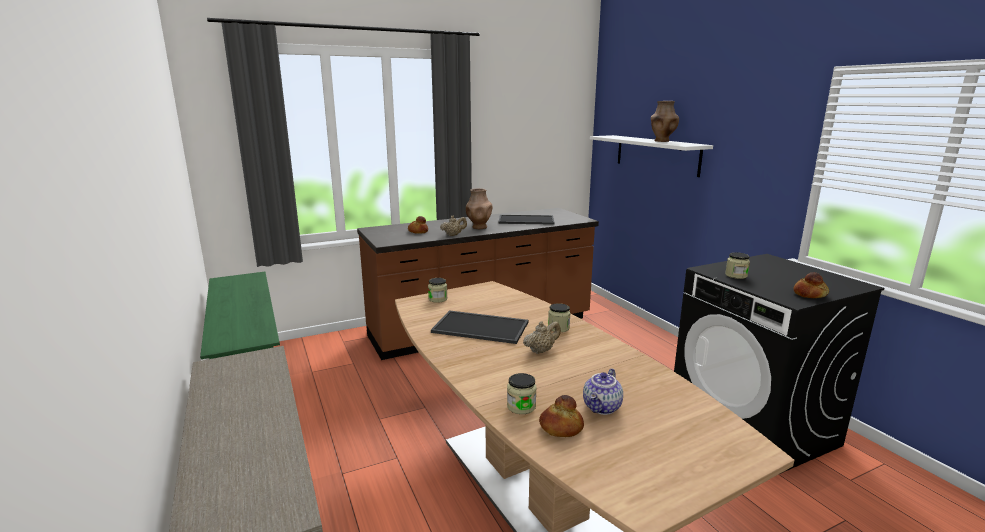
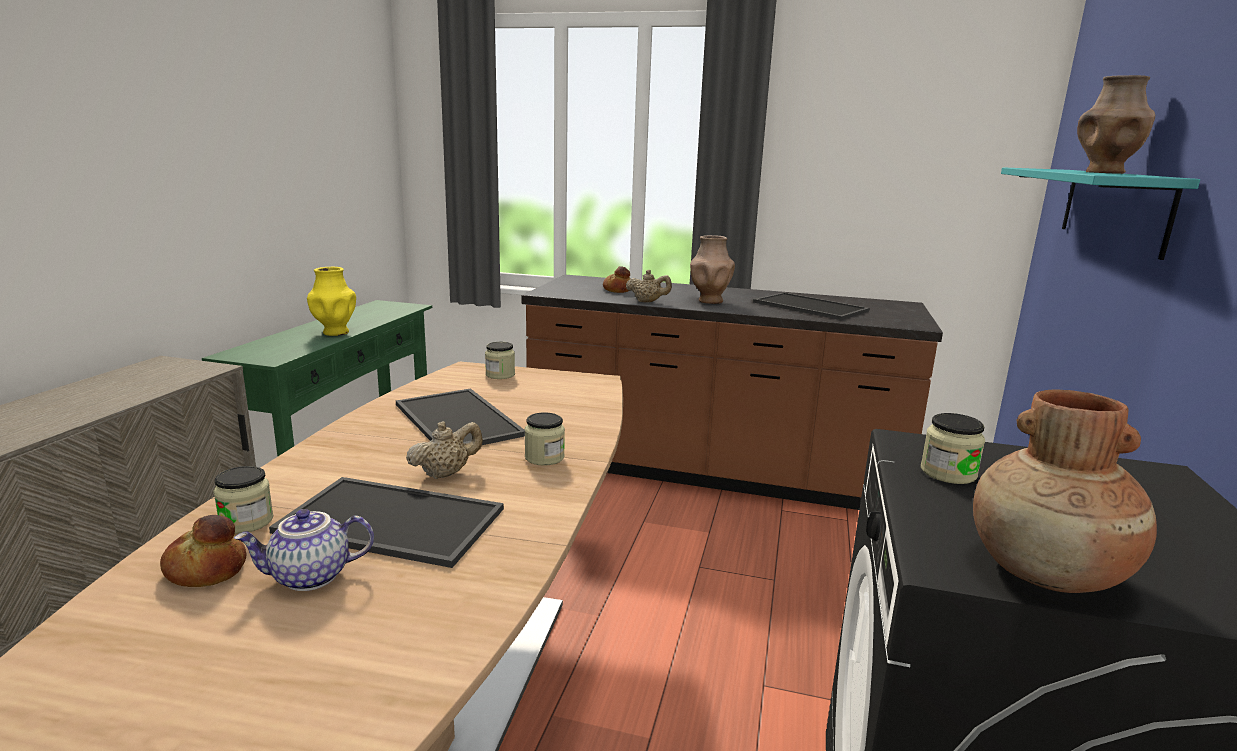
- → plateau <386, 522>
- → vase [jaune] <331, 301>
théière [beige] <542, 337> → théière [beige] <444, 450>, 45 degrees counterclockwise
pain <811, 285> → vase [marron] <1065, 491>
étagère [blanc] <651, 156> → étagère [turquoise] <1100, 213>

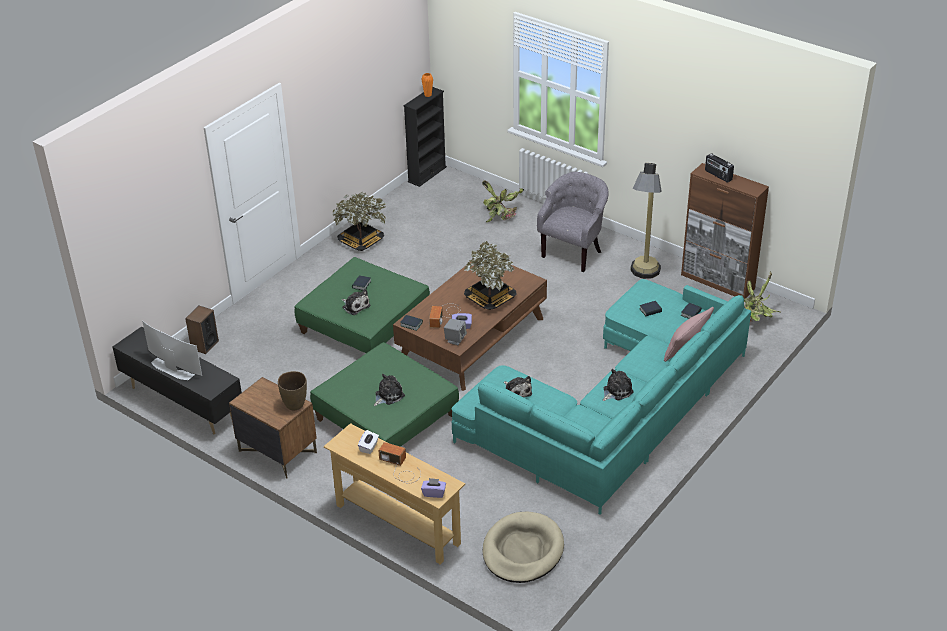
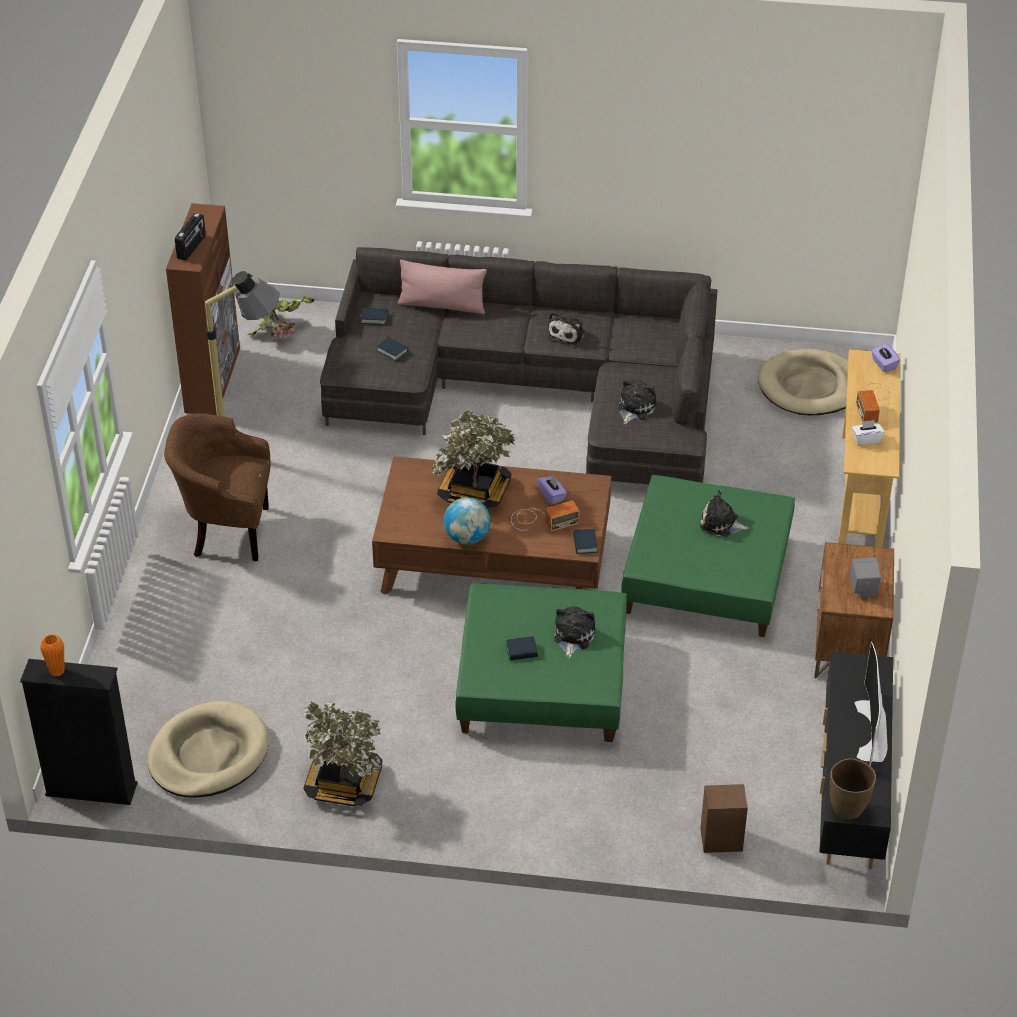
- → panier pour chien [beige] <208, 749>
fauteuil [gris] <573, 222> → fauteuil [marron] <217, 487>
canapé [turquoise] <601, 397> → canapé [gris] <518, 365>
- → globe <467, 520>
peluche <618, 385> → peluche <566, 328>, 90 degrees counterclockwise
vase [marron] <292, 390> → vase [marron] <853, 789>, move
enceinte [gris] <455, 332> → enceinte [gris] <865, 578>, move
plante en pot <503, 201> → -

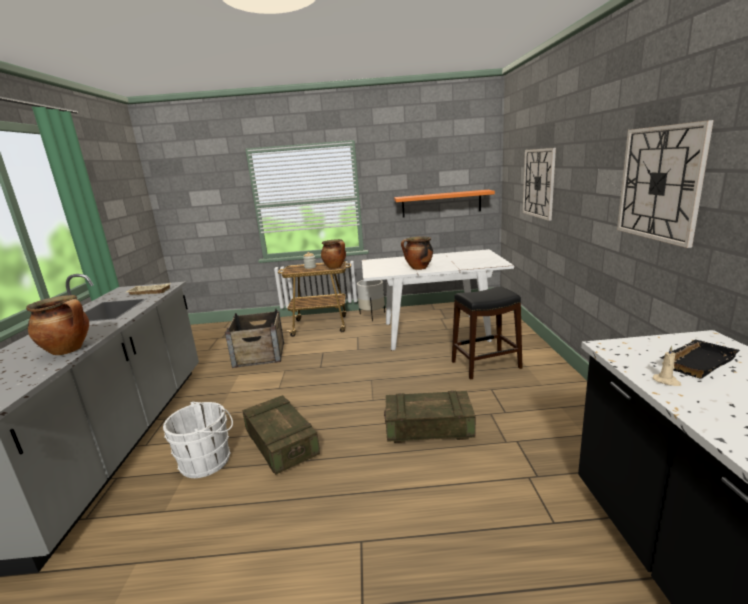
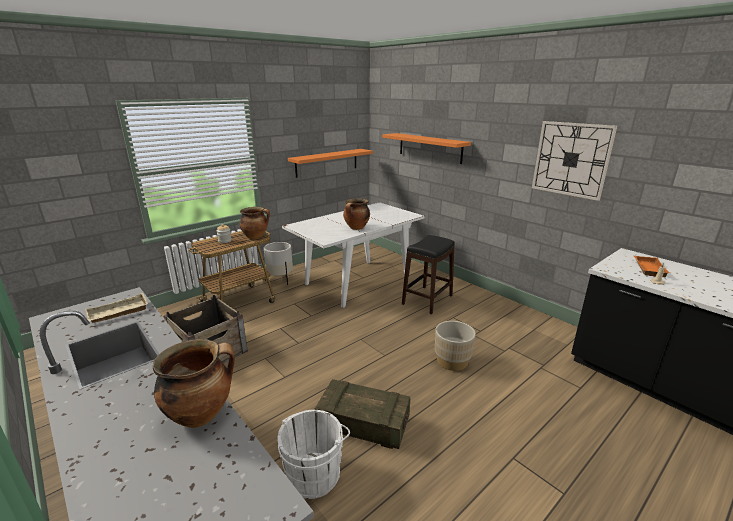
horloge murale <539, 184> → étagère [orange] <426, 148>
caisse <430, 417> → cache-pot [beige] <455, 346>
plateau [noir] <700, 359> → plateau [orange] <652, 266>

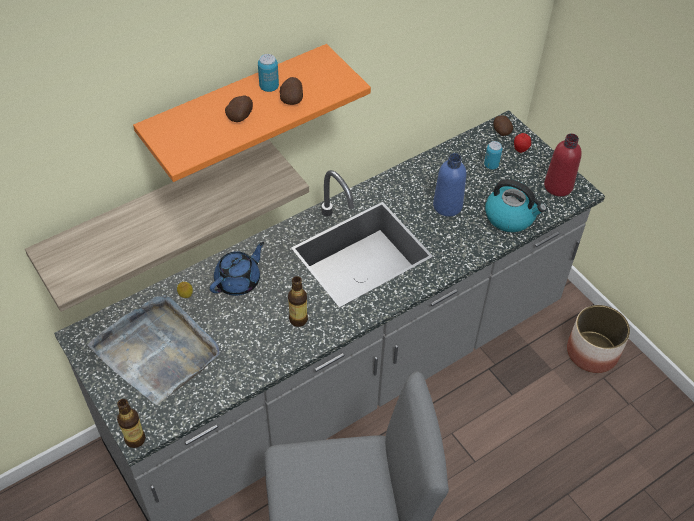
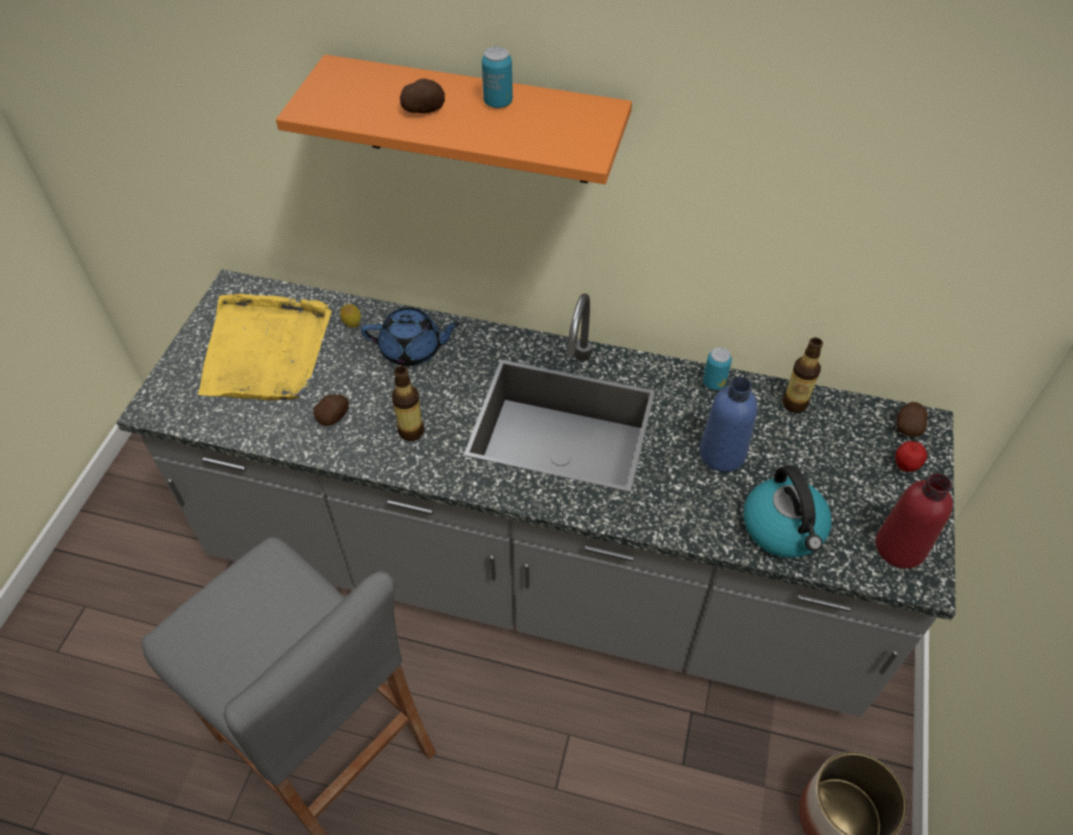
plateau [gris] <153, 350> → plateau [jaune] <265, 347>
pomme de terre <291, 91> → pomme de terre <331, 410>, move
boîte métallique <493, 155> → boîte métallique <717, 368>, move
bouteille <131, 423> → bouteille <802, 375>, move
étagère <167, 226> → -

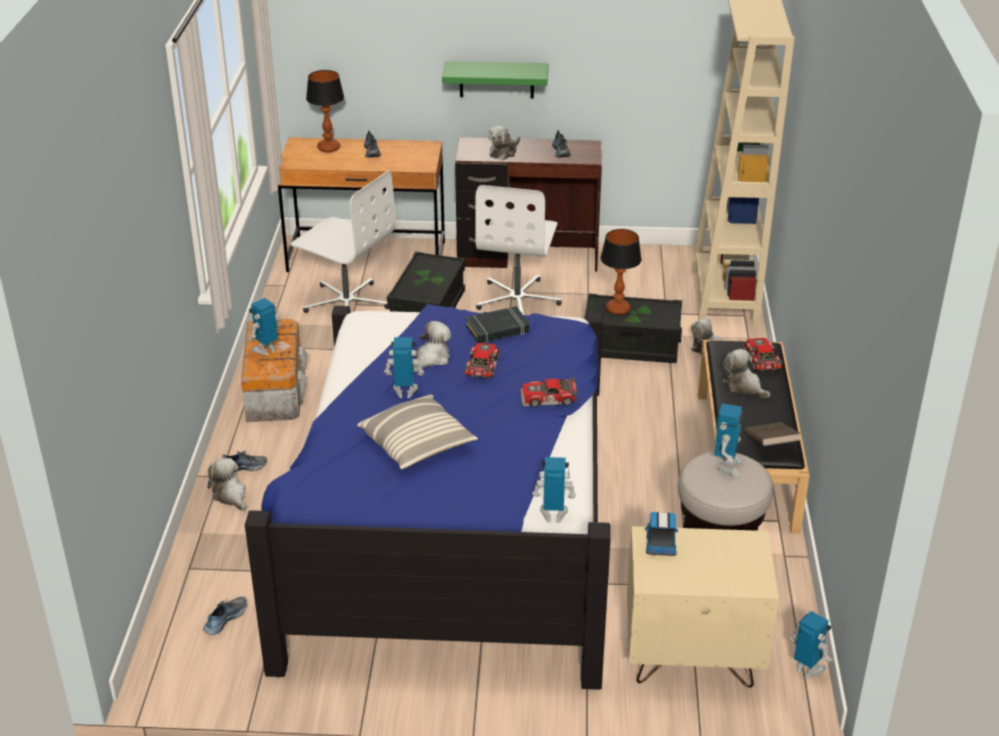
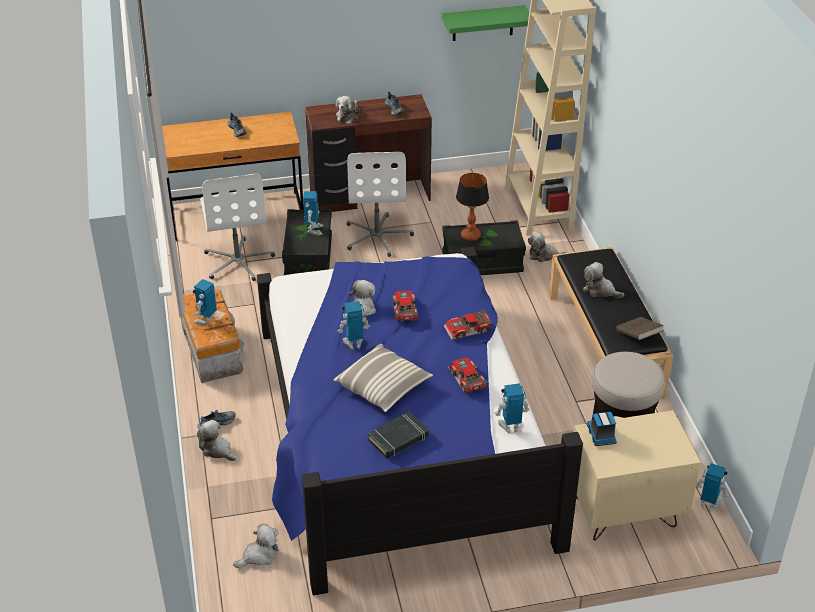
chaise de bureau [blanc] <343, 241> → chaise de bureau [blanc] <237, 227>, 60 degrees clockwise
chaussure <224, 616> → peluche <256, 545>
robot jouet <729, 440> → robot jouet <313, 213>, move
livre [noir] <498, 324> → livre [noir] <398, 435>, move
étagère [vert] <495, 79> → étagère [vert] <485, 23>, move
petite voiture <763, 355> → petite voiture <468, 375>, move
lampe de table <325, 111> → -

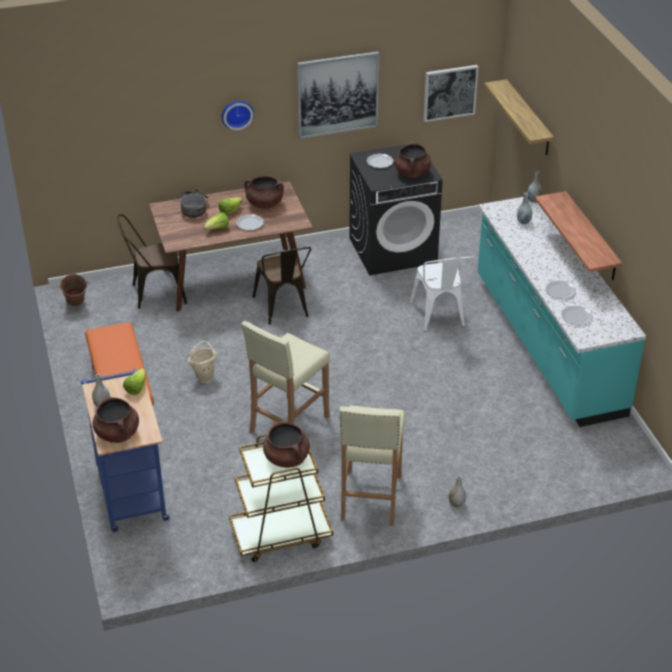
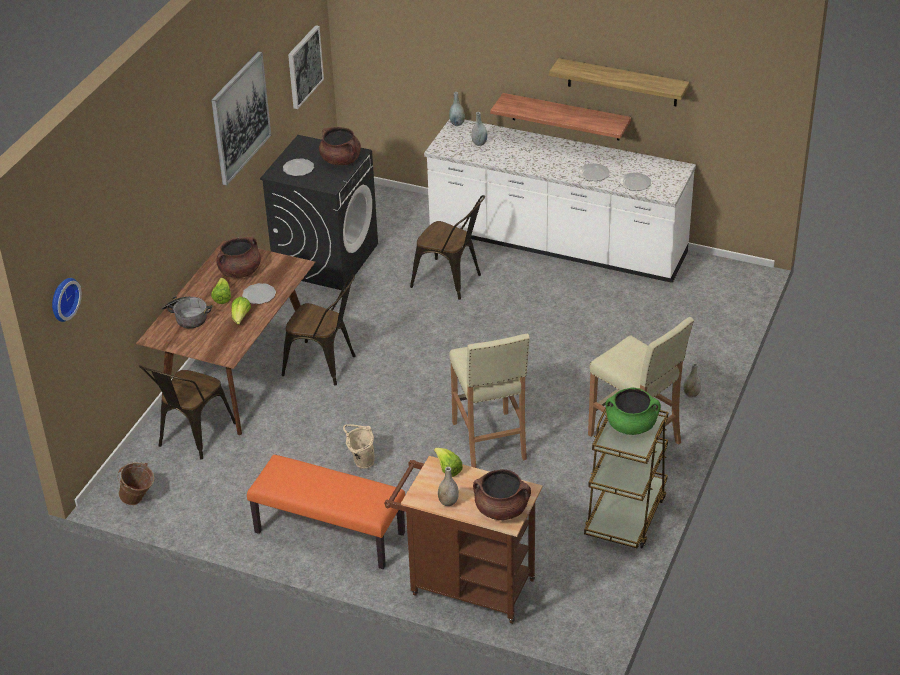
horloge murale <238, 115> → horloge murale <67, 300>, move
chariot [bleu] <125, 450> → chariot [marron] <463, 540>
chaise [blanc] <441, 294> → chaise [marron] <447, 247>
comptoir de cuisine [turquoise] <562, 312> → comptoir de cuisine [blanc] <560, 201>
étagère <519, 117> → étagère <619, 82>, move
marmite [marron] <286, 444> → marmite [vert] <633, 411>

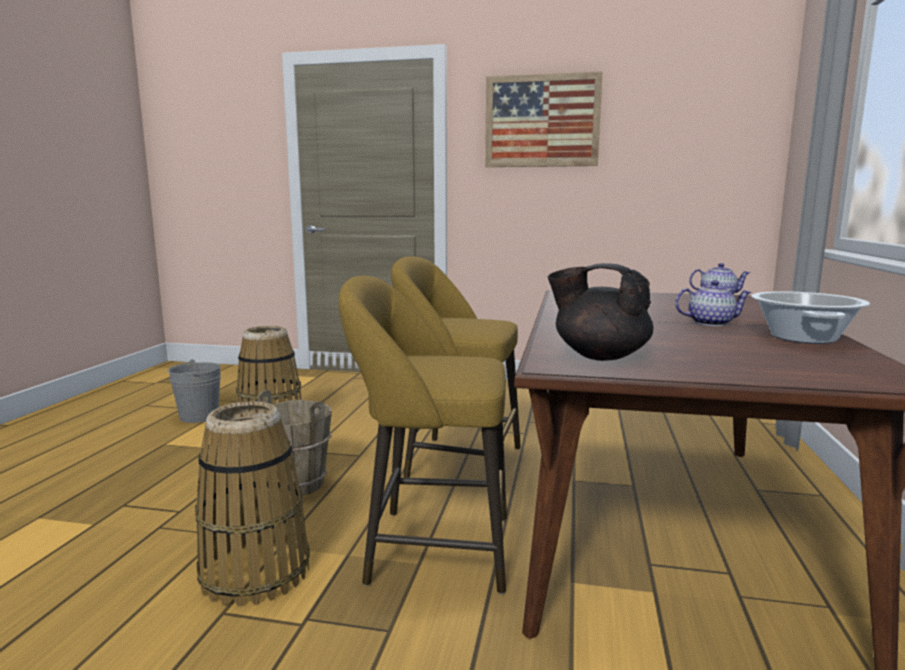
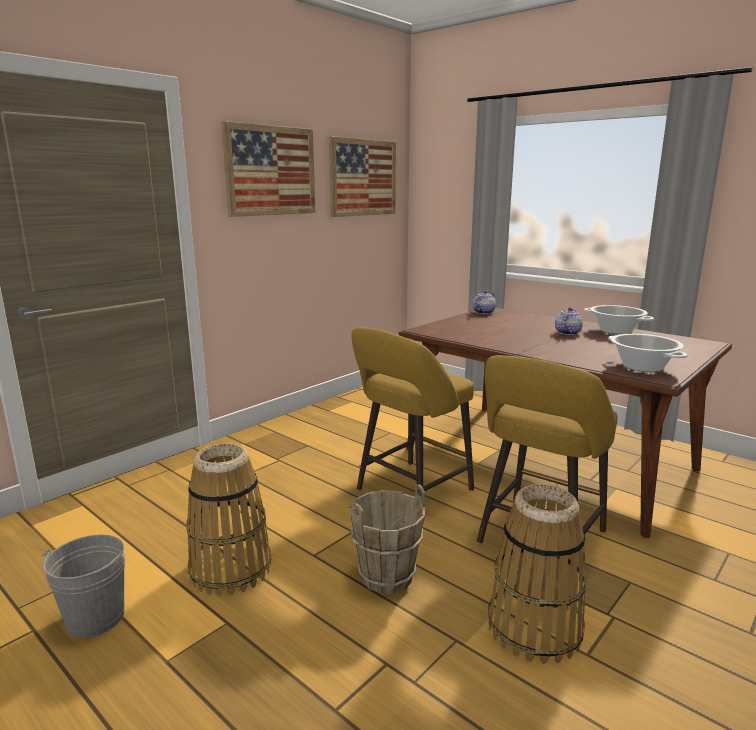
- → tableau <362, 176>
théière [noir] <600, 312> → marmite <648, 353>

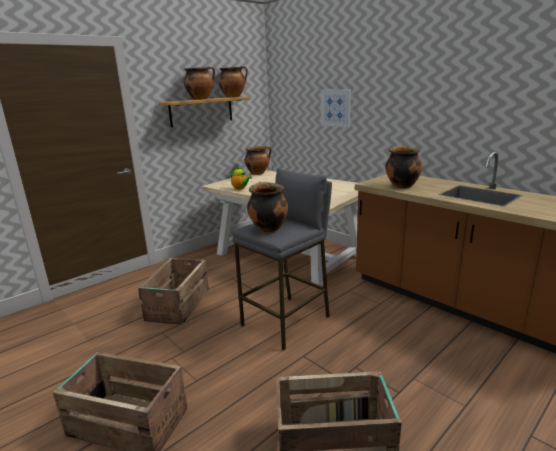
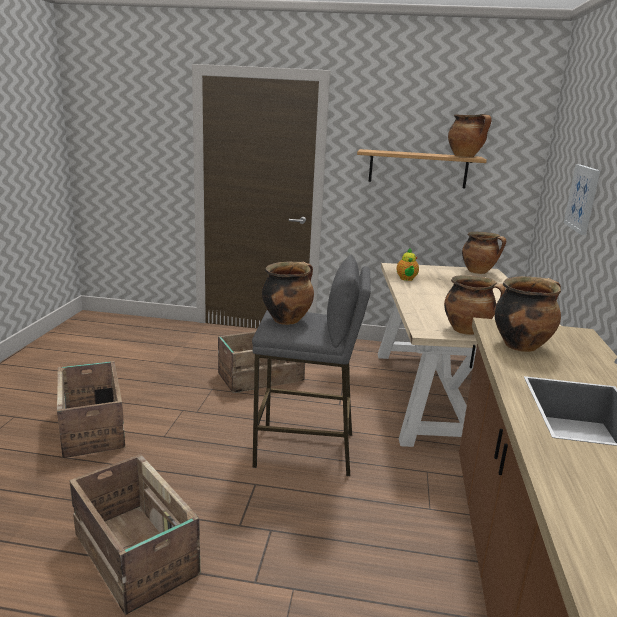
marmite <199, 83> → marmite <475, 305>, move

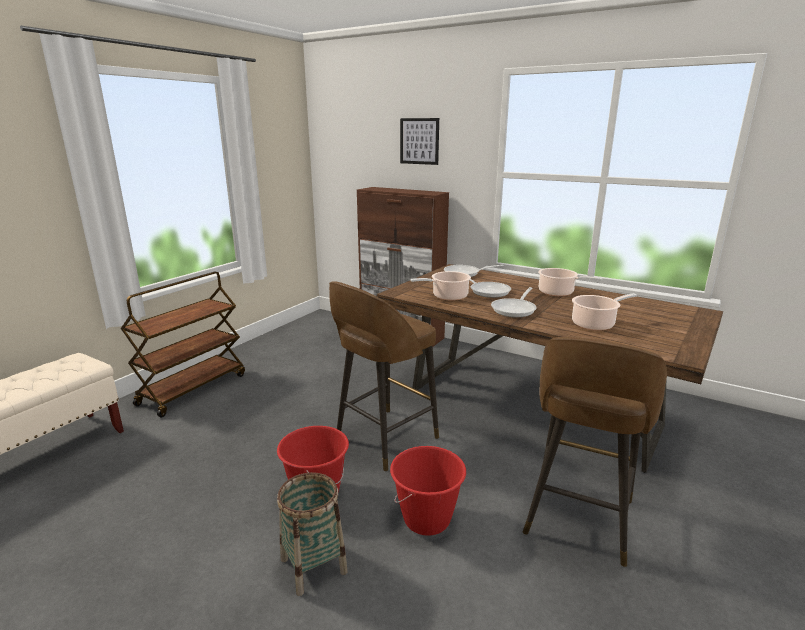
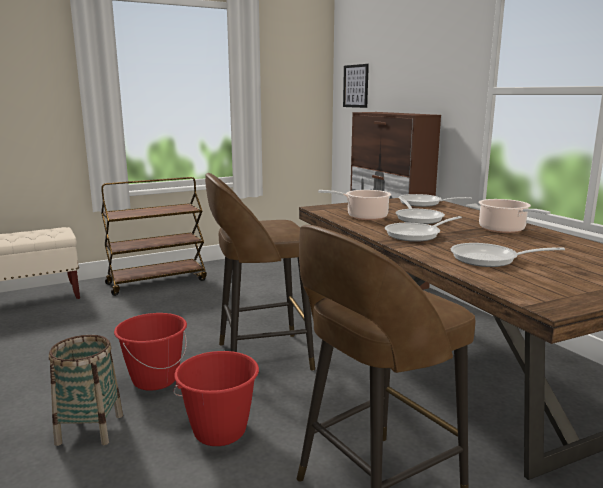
tableau <419, 141> → tableau <356, 86>, move
marmite <604, 312> → poêle <508, 255>

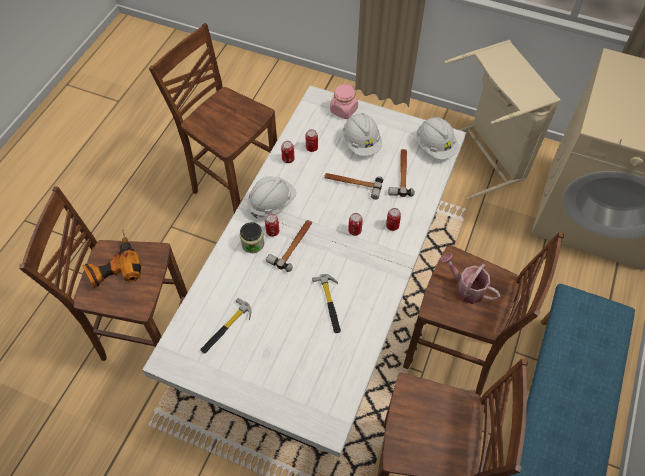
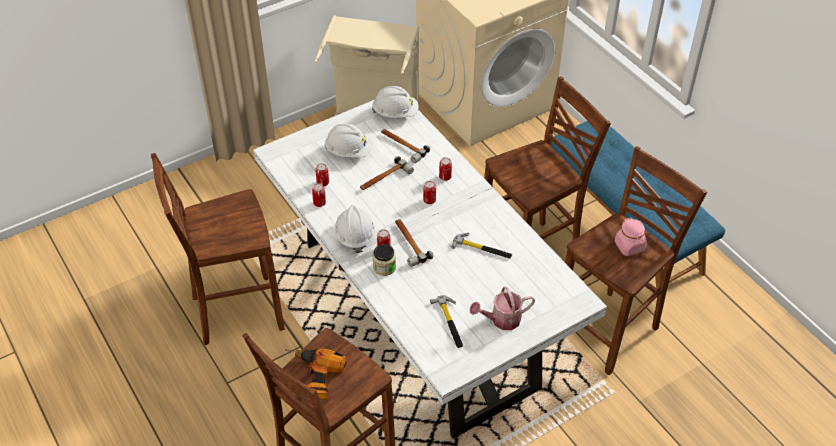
arrosoir <470, 278> → arrosoir <502, 308>, move
bocal [rose] <344, 101> → bocal [rose] <631, 236>, move

